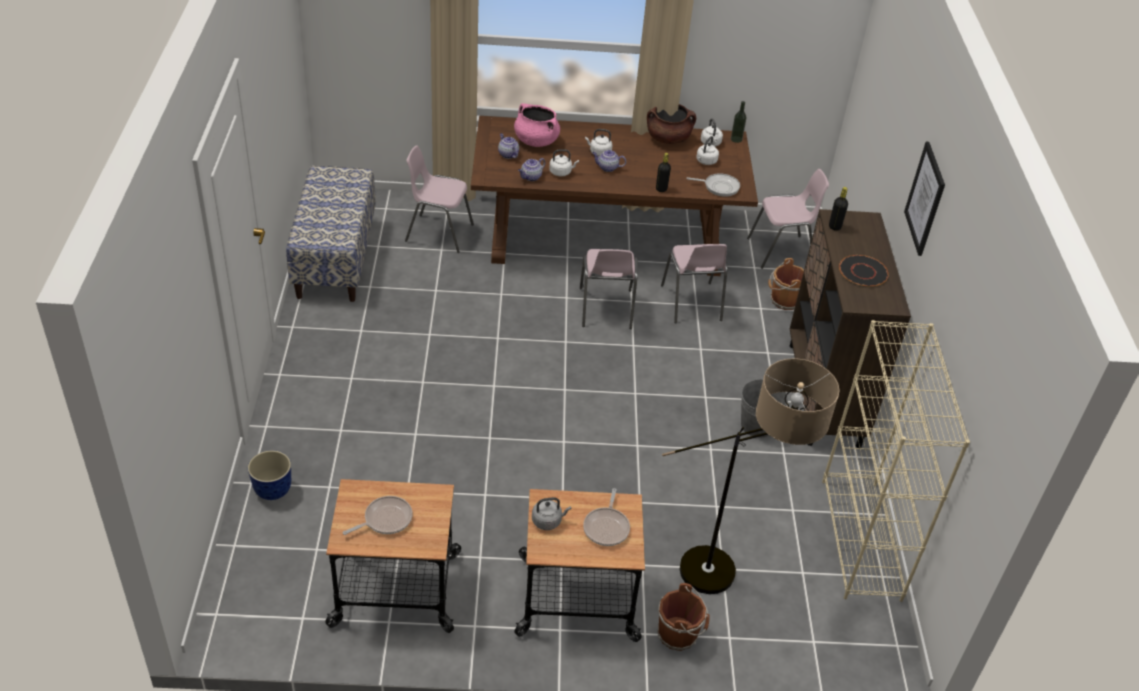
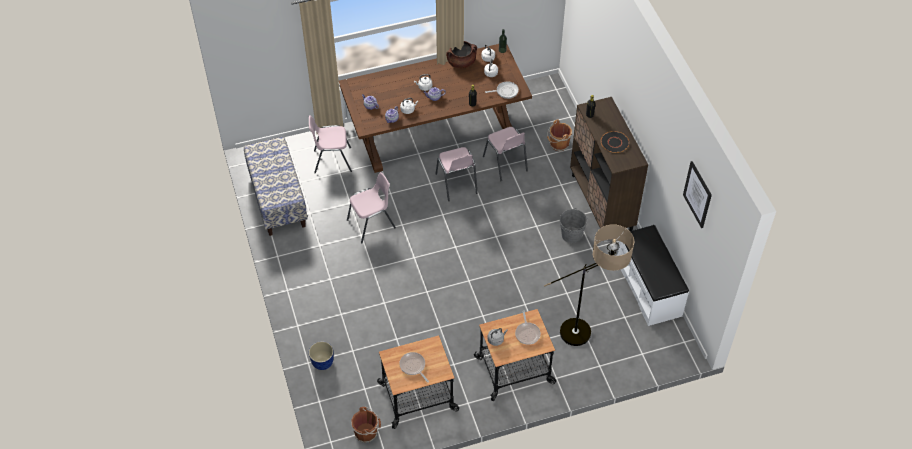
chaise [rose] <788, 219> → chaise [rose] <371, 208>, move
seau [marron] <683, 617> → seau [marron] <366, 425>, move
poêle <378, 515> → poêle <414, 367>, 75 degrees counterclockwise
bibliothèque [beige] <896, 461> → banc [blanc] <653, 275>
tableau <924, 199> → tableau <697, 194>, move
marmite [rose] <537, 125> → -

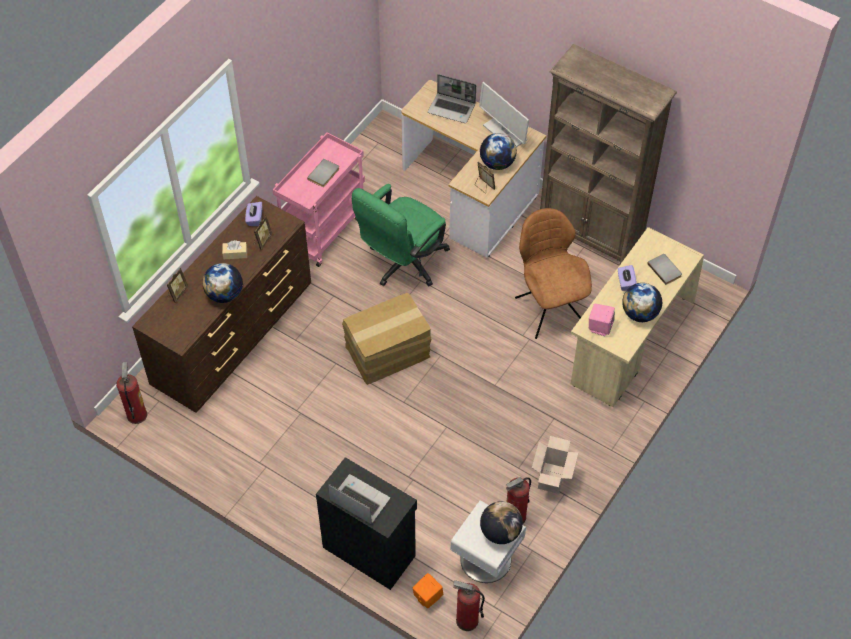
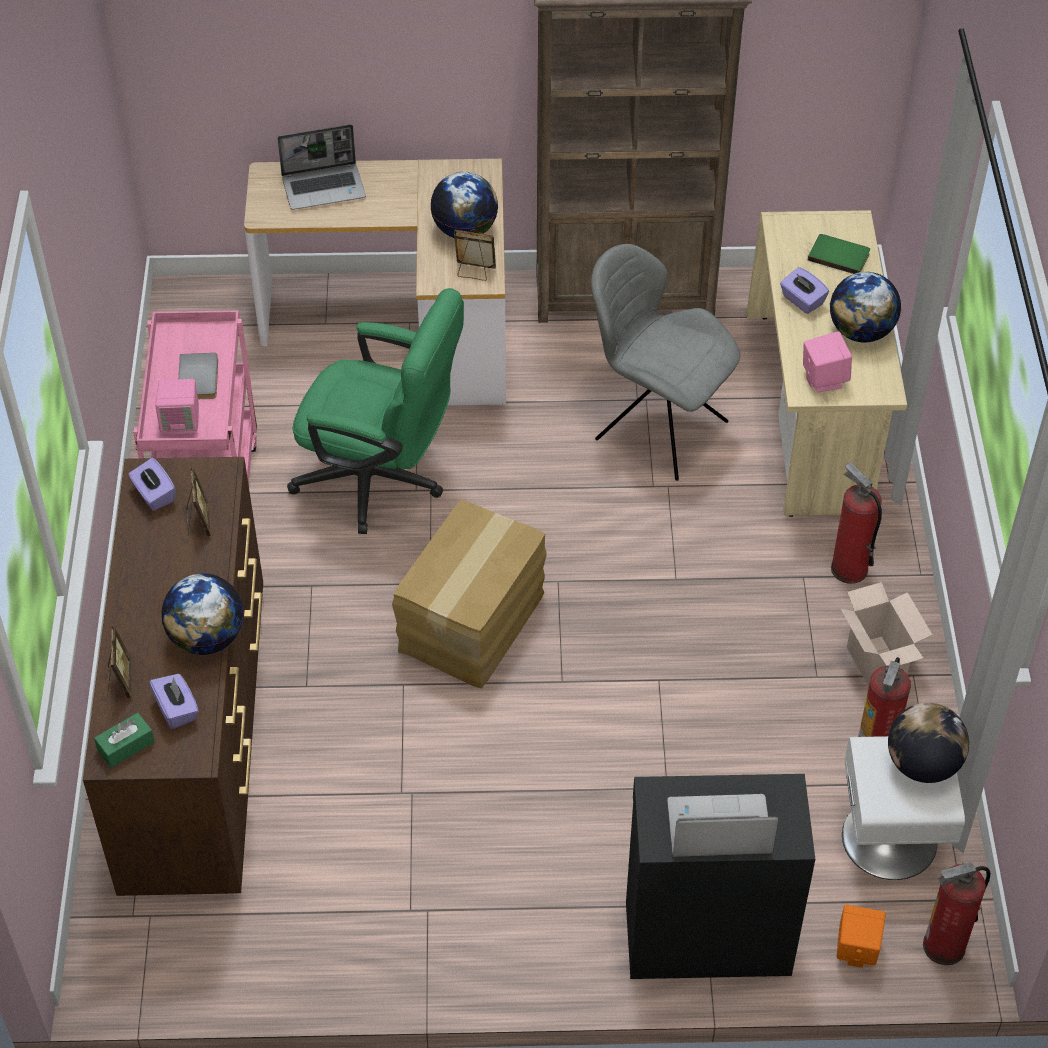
- → boîte à mouchoirs [vert] <124, 740>
- → boîte à mouchoirs [violet] <174, 701>
- → enceinte [rose] <177, 407>
chaise de bureau [vert] <401, 235> → chaise de bureau [vert] <375, 411>, 75 degrees counterclockwise
chaise [marron] <553, 273> → chaise [gris] <665, 362>
livre [gris] <664, 269> → livre [vert] <839, 254>
extincteur <131, 393> → extincteur <856, 523>, move
boîte à mouchoirs [beige] <234, 249> → -
écran d'ordinateur <504, 114> → -

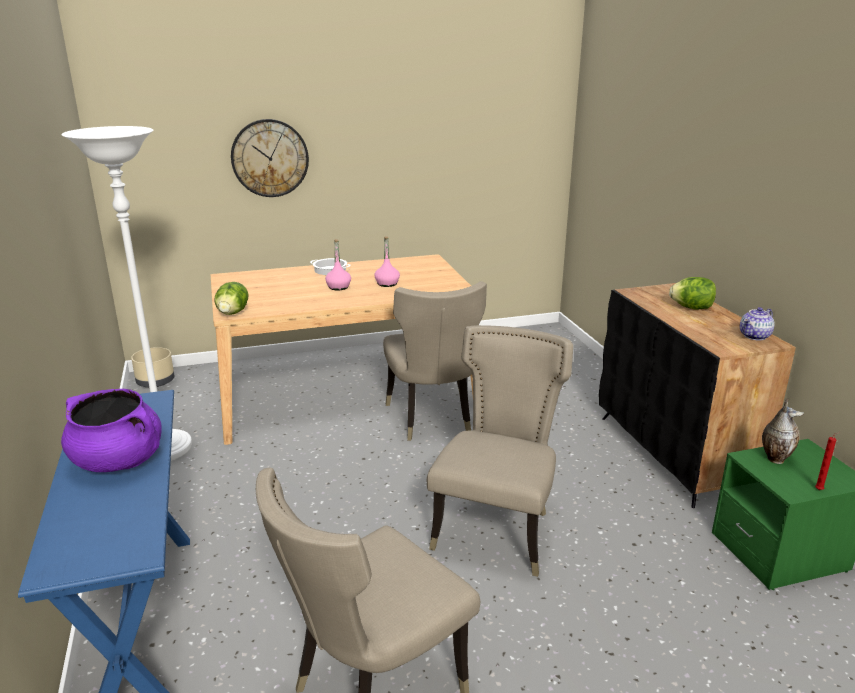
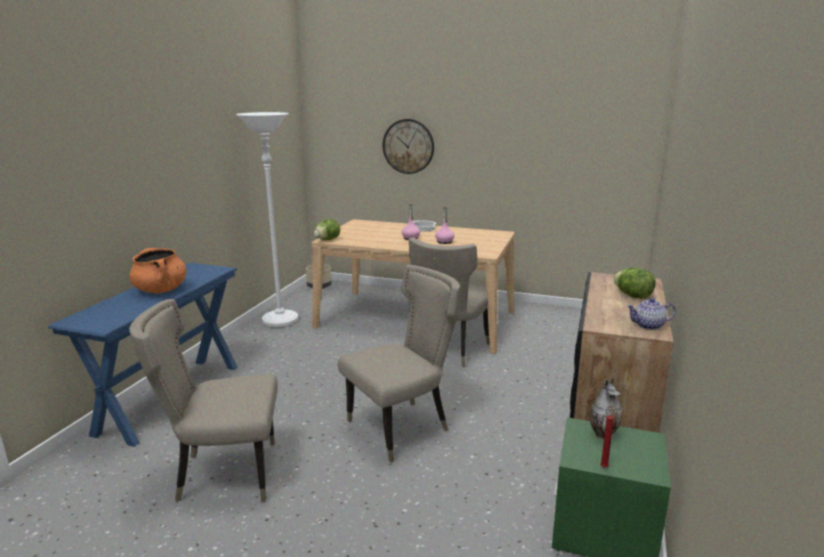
marmite [violet] <111, 430> → marmite [orange] <157, 271>

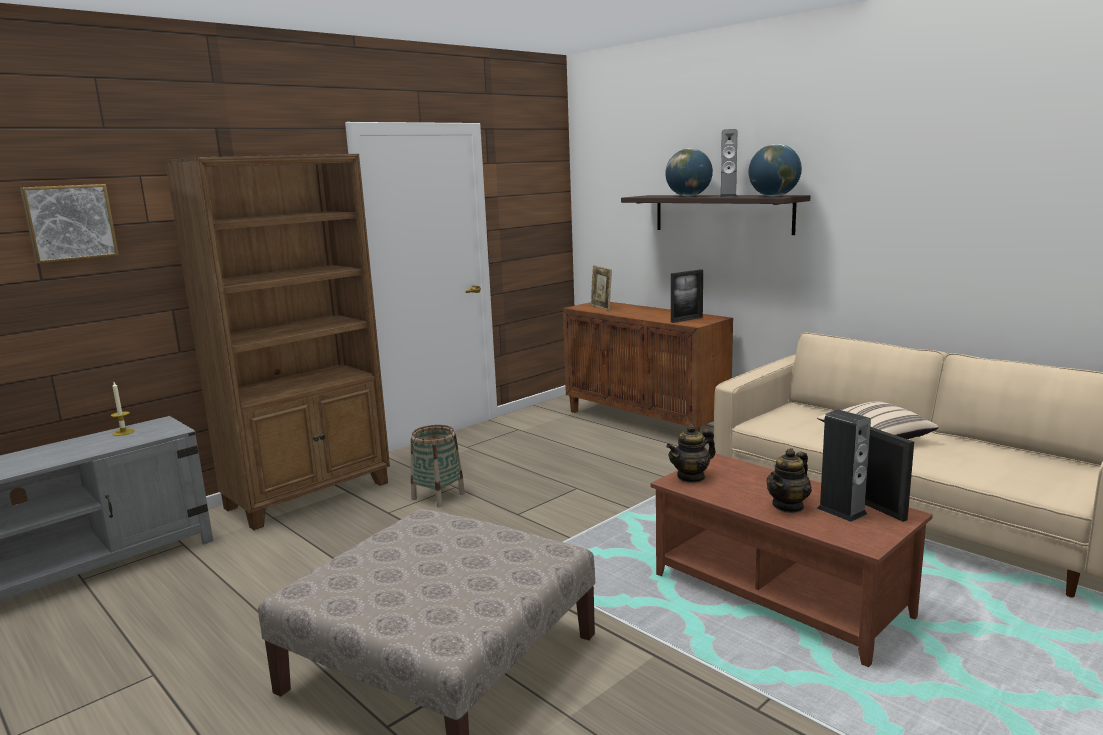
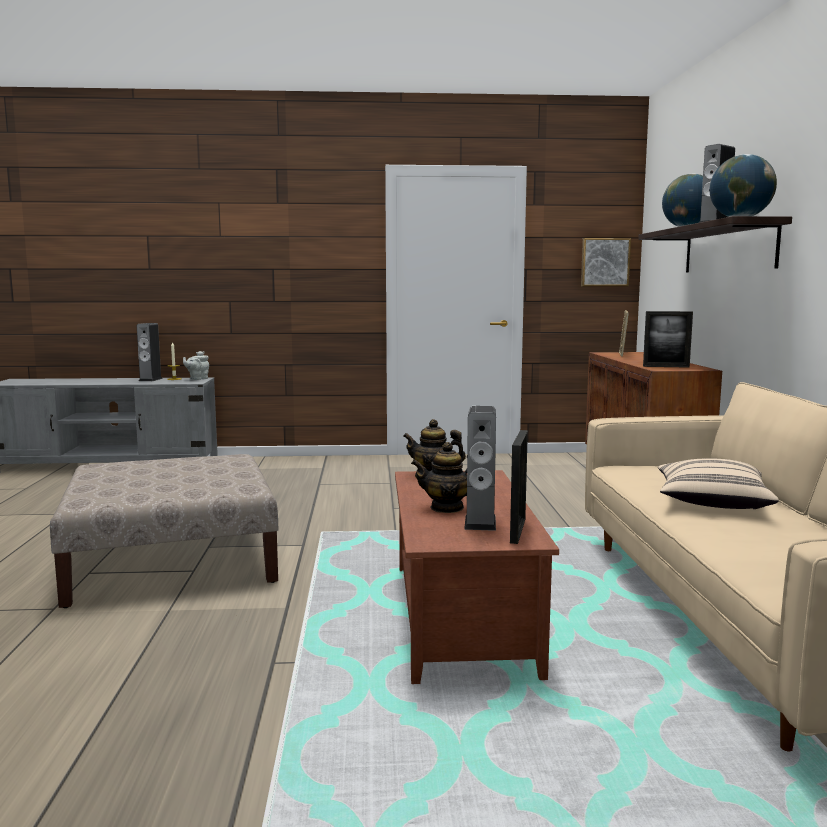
- → enceinte <150, 352>
- → théière [gris] <196, 365>
tableau <69, 224> → tableau <606, 262>, move
bibliothèque [marron] <277, 342> → -
panier <438, 466> → -

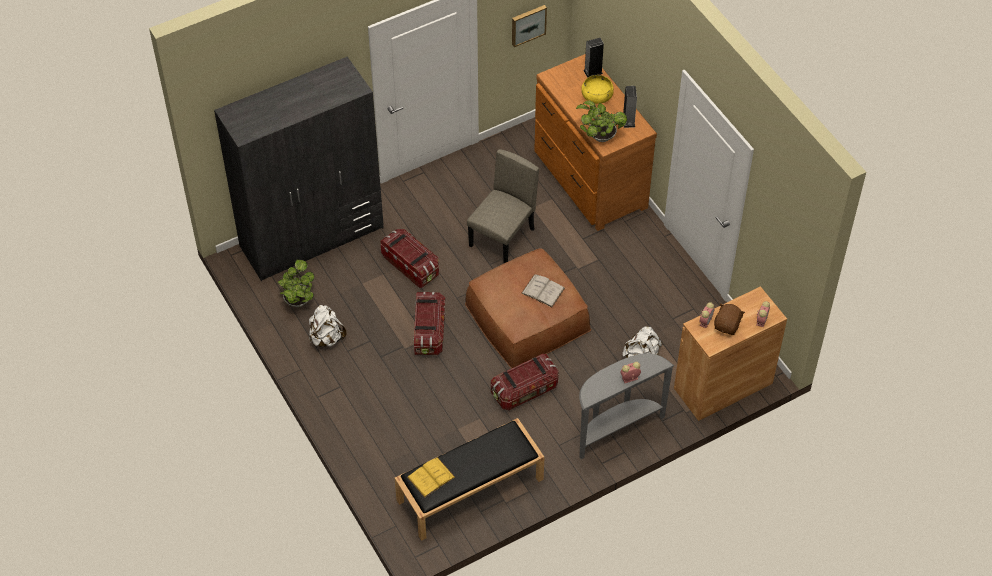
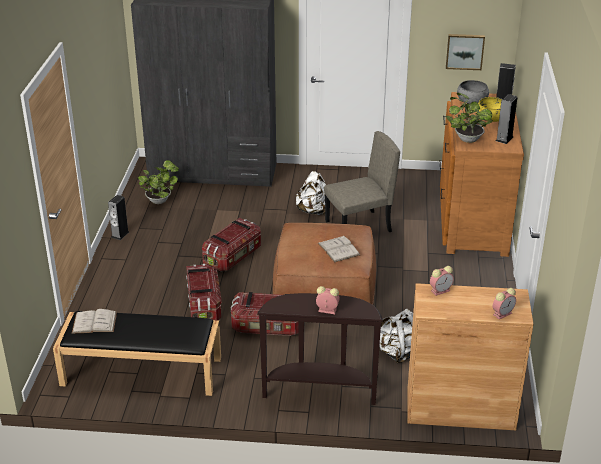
livre [jaune] <431, 477> → livre [blanc] <94, 321>
- → enceinte <118, 217>
boîte de rangement <409, 258> → boîte de rangement <204, 292>, move
table console [gris] <626, 406> → table console [marron] <320, 349>
sac à dos [blanc] <327, 326> → sac à dos [blanc] <311, 193>, move
- → bol [gris] <473, 92>
peluche [marron] <729, 319> → -

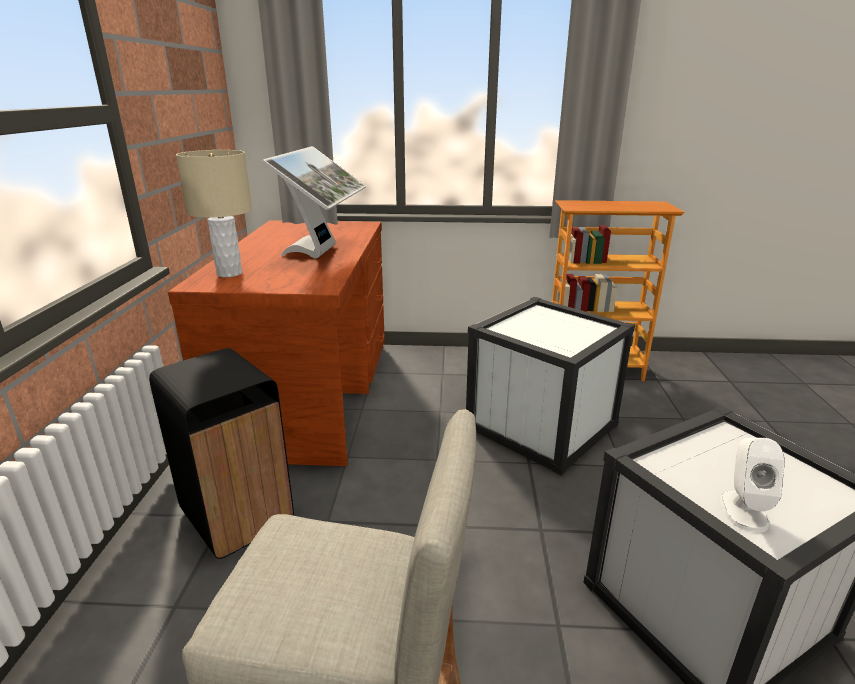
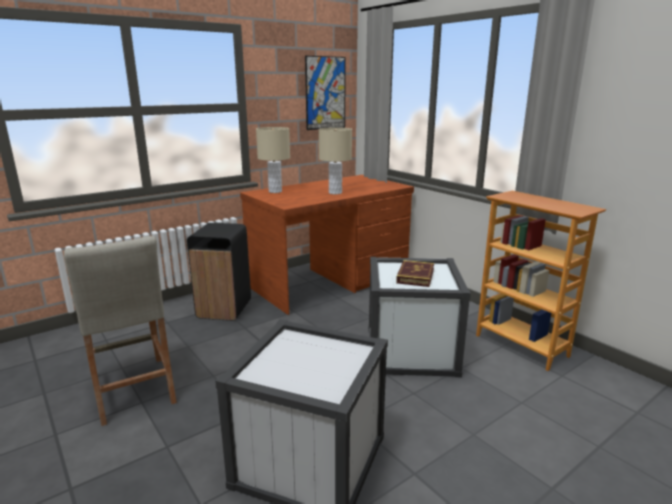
- → tableau <325, 93>
écran d'ordinateur <314, 202> → lampe de table [beige] <335, 160>
- → livre <415, 273>
enceinte [blanc] <752, 485> → -

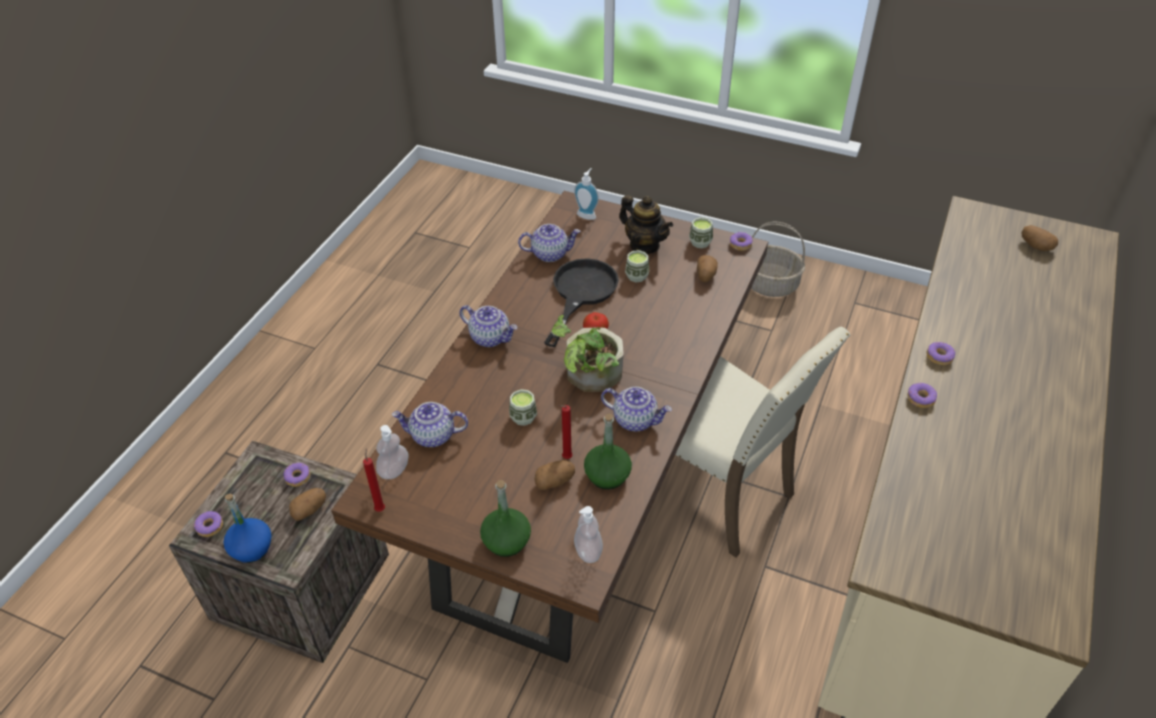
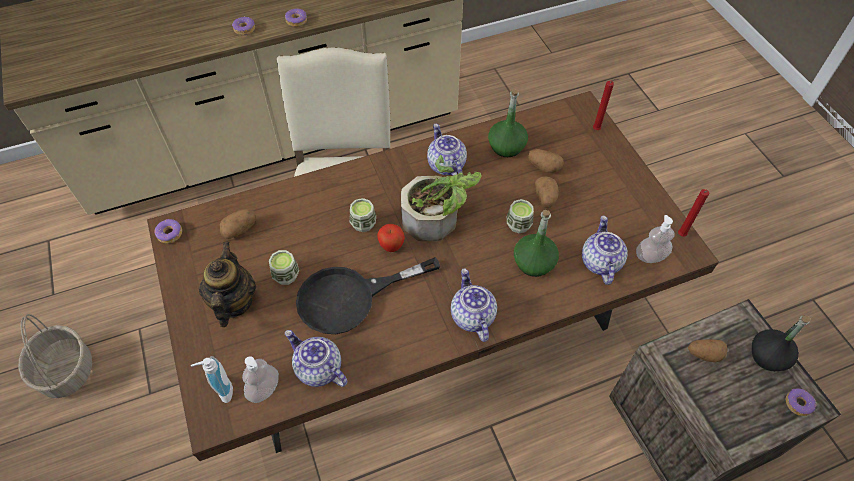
distributeur de savon <588, 534> → distributeur de savon <260, 379>, move
tasse <701, 232> → tasse <363, 215>, move
bouteille [vert] <505, 518> → bouteille [vert] <536, 243>, move
pomme de terre <1039, 238> → pomme de terre <547, 192>, move
théière <430, 424> → théière <605, 250>, 135 degrees counterclockwise
bougie [rouge] <565, 432> → bougie [rouge] <606, 104>, move
bouteille [bleu] <247, 528> → bouteille [noir] <781, 343>
beignet <297, 475> → -

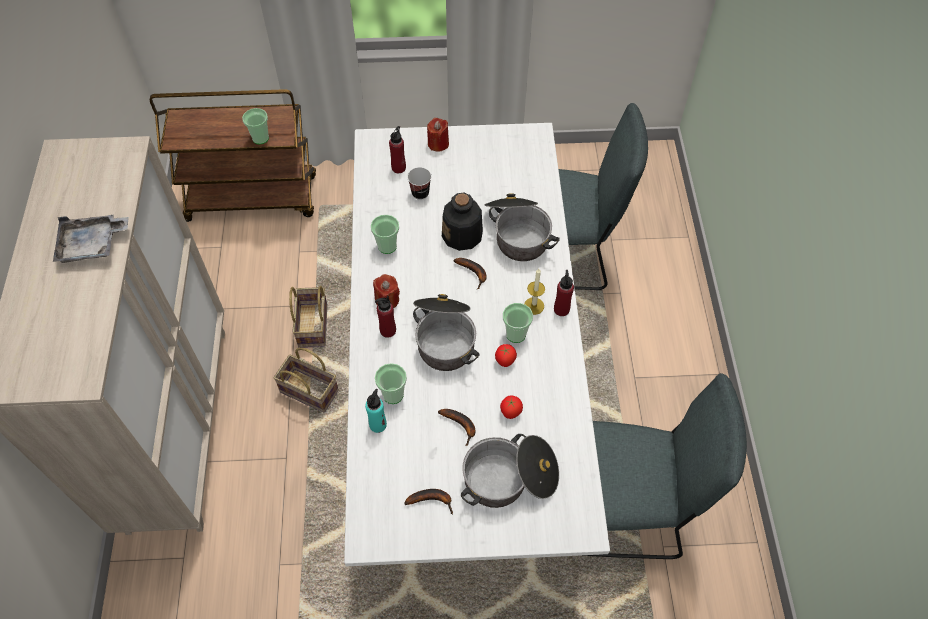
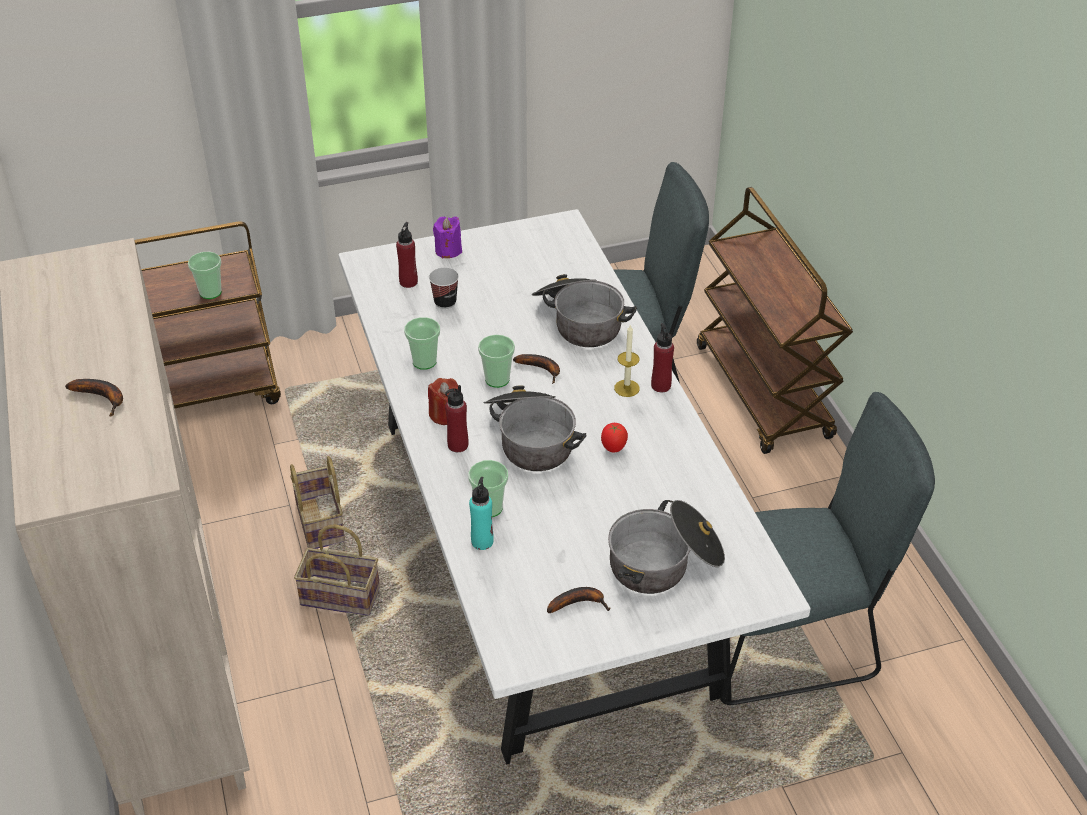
banane <457, 427> → banane <94, 398>, move
bougie [rouge] <438, 134> → bougie [violet] <447, 237>
tasse <518, 323> → tasse <496, 361>, move
- → chariot [marron] <775, 320>
plateau [gris] <90, 239> → -
bouteille <462, 222> → -
tomate <511, 407> → -

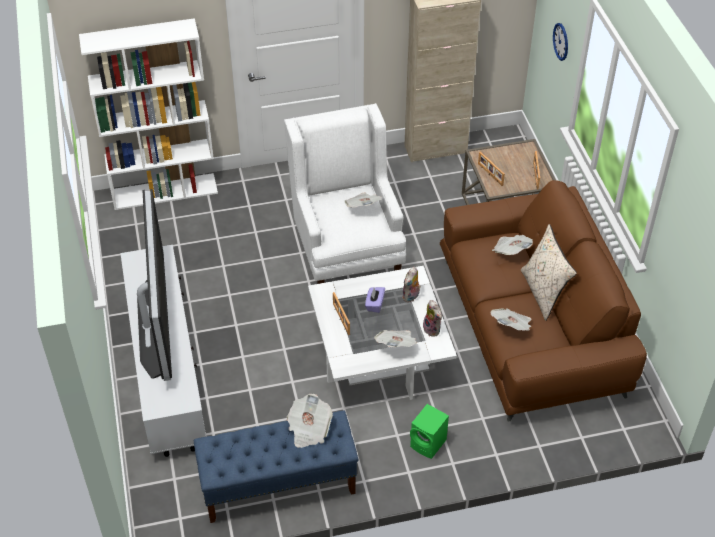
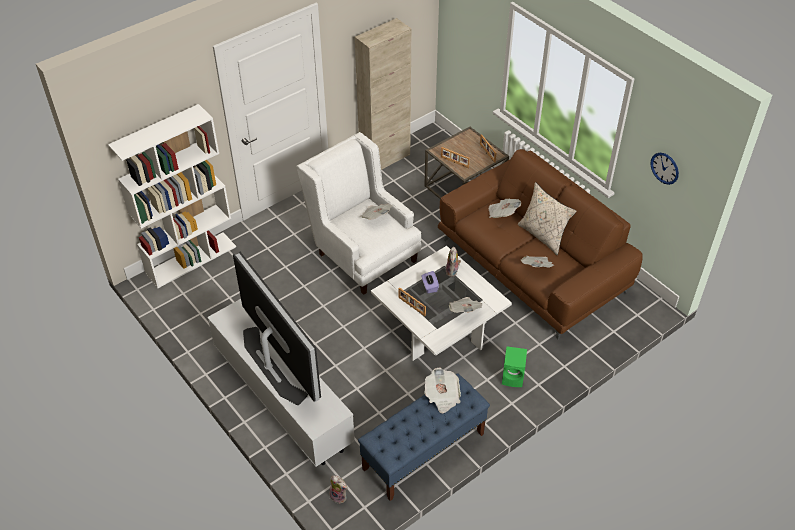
peluche <432, 318> → peluche <338, 489>, move
horloge murale <560, 42> → horloge murale <664, 169>, move

